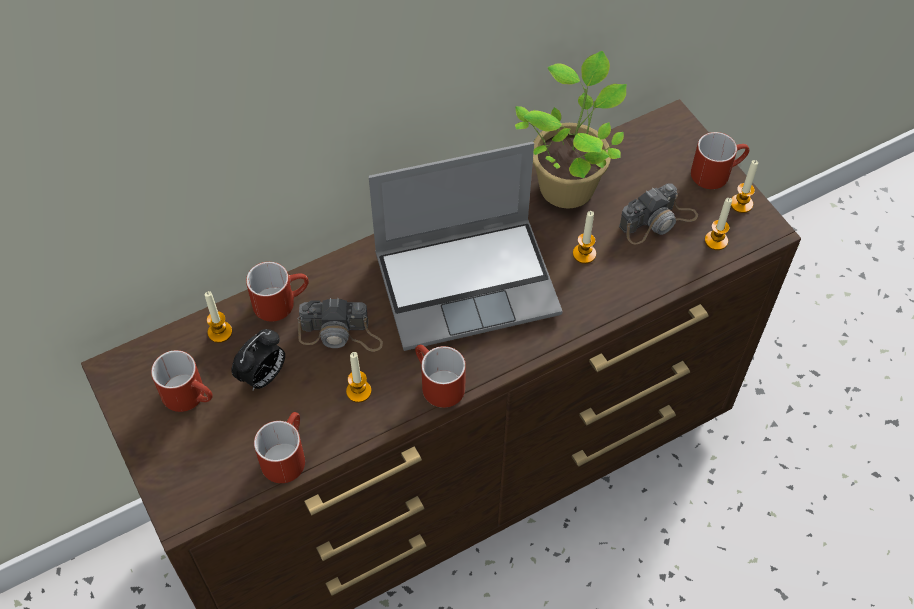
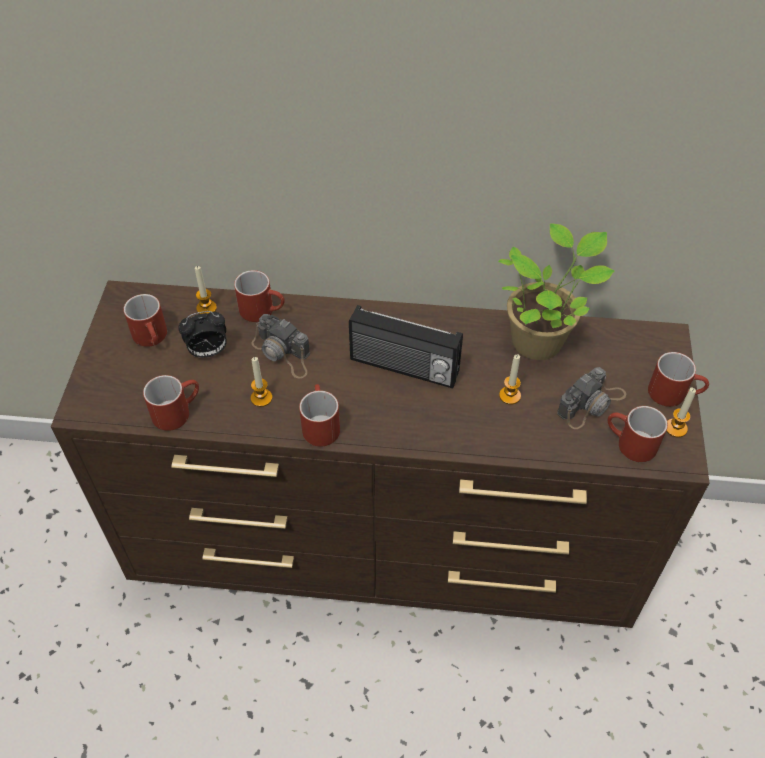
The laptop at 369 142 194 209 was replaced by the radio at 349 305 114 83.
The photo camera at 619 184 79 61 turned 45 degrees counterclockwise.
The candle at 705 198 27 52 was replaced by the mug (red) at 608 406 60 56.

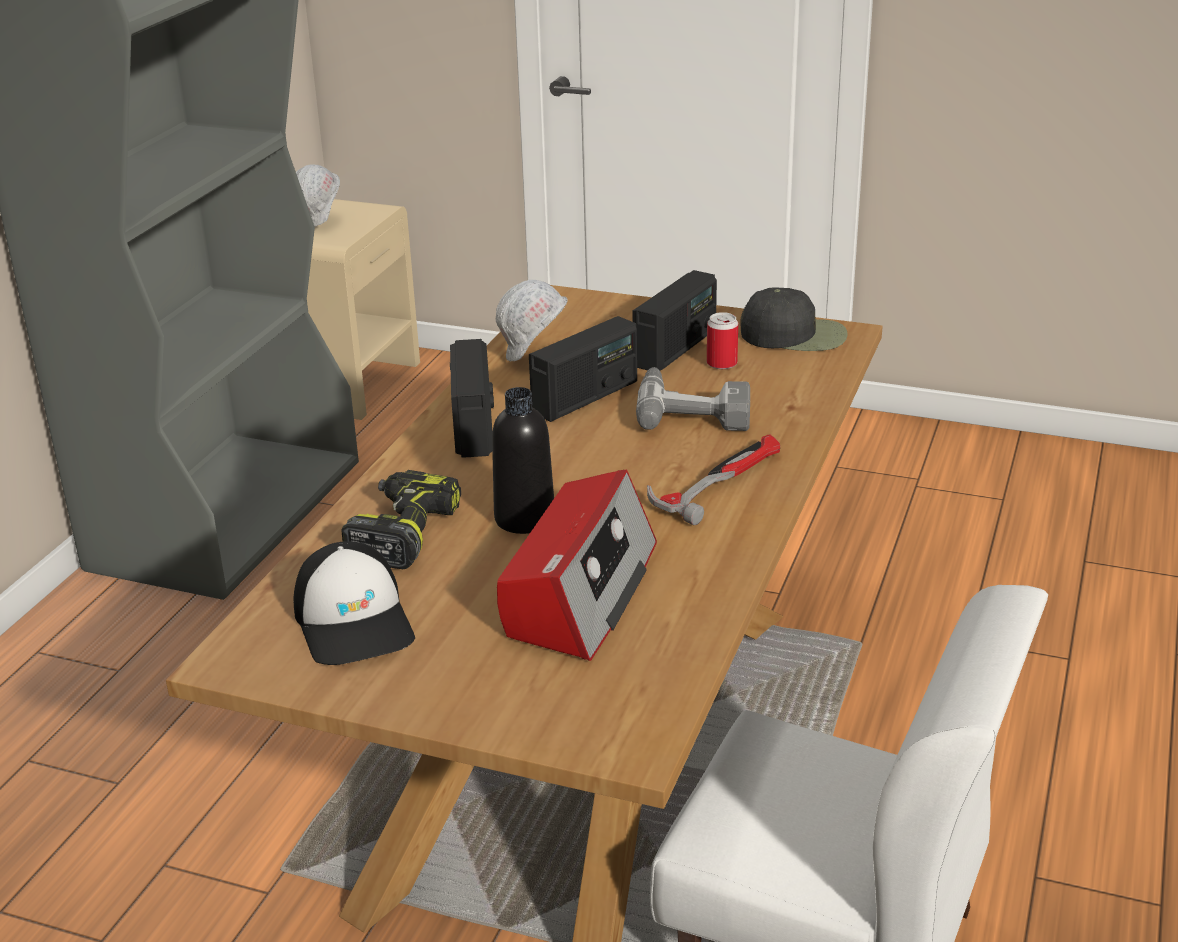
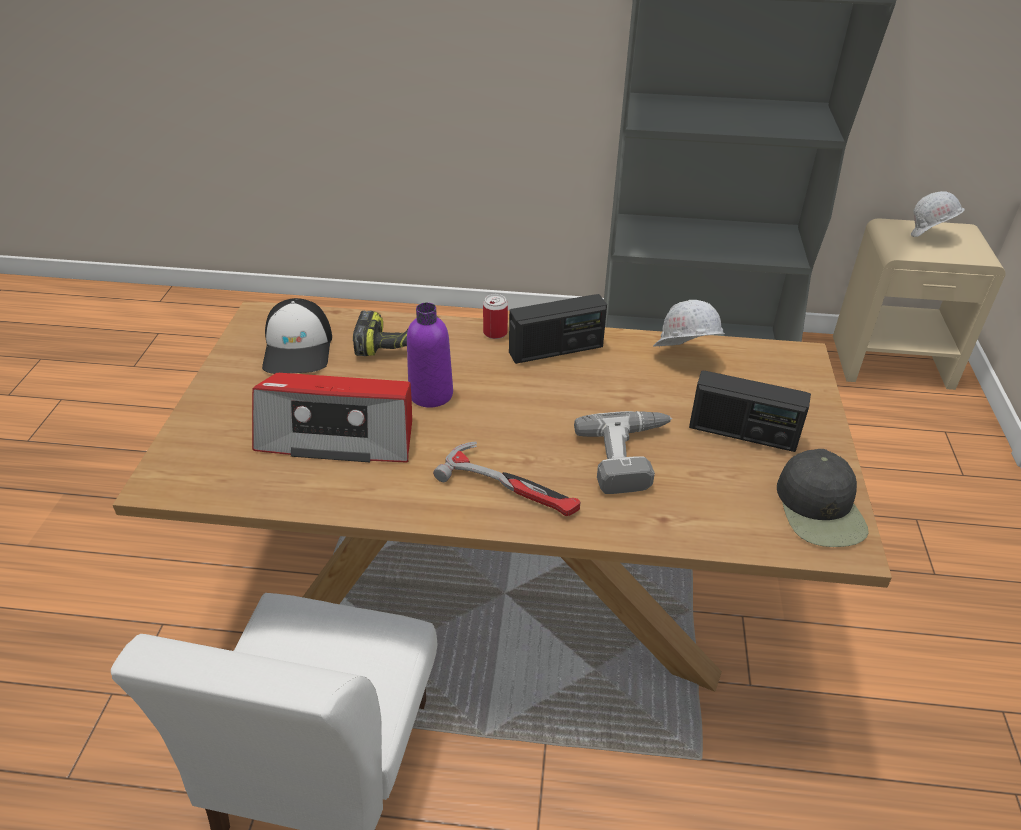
The can moved from 707 312 31 57 to 483 294 25 45.
The radio at 529 316 108 106 disappeared.
The bottle (black) at 492 387 62 147 became the bottle (purple) at 407 303 46 105.
The cap at 294 541 121 124 turned 60 degrees counterclockwise.

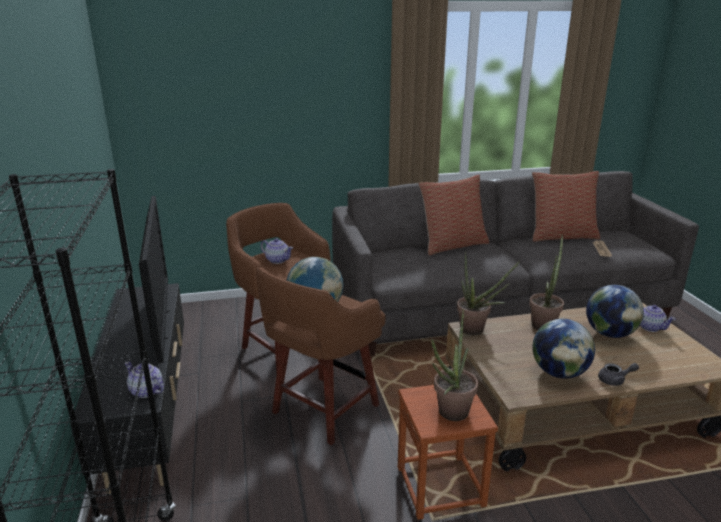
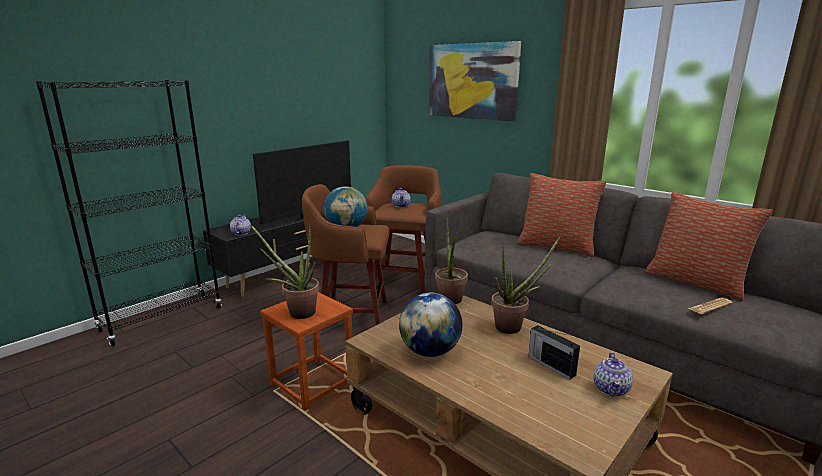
The globe at 586 285 58 53 was replaced by the radio at 528 325 52 55.
The teapot (grey) at 598 363 41 23 disappeared.
The picture at 429 41 92 80 appeared.

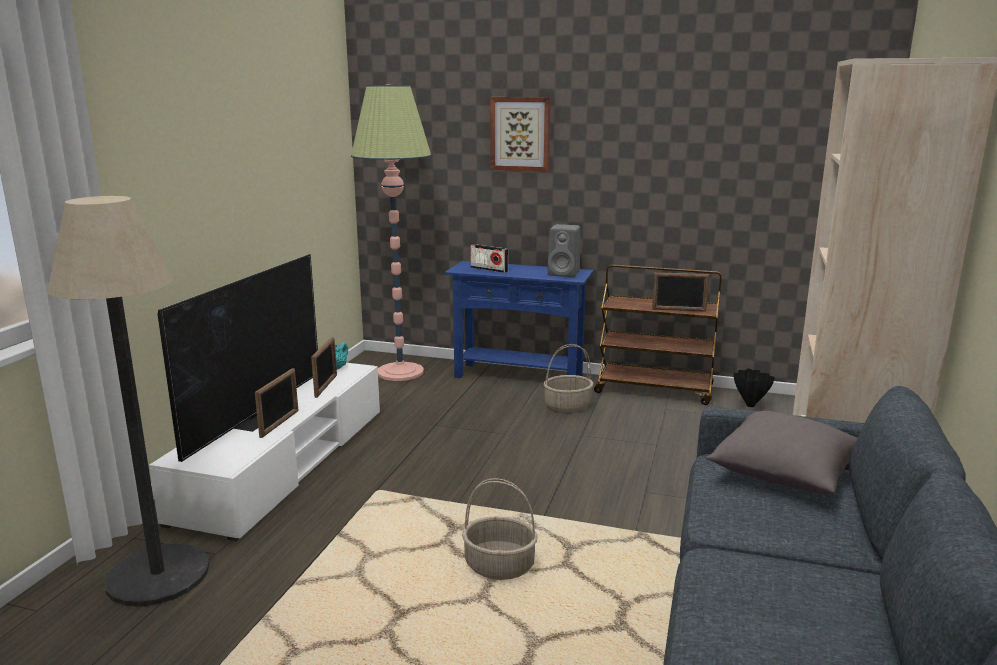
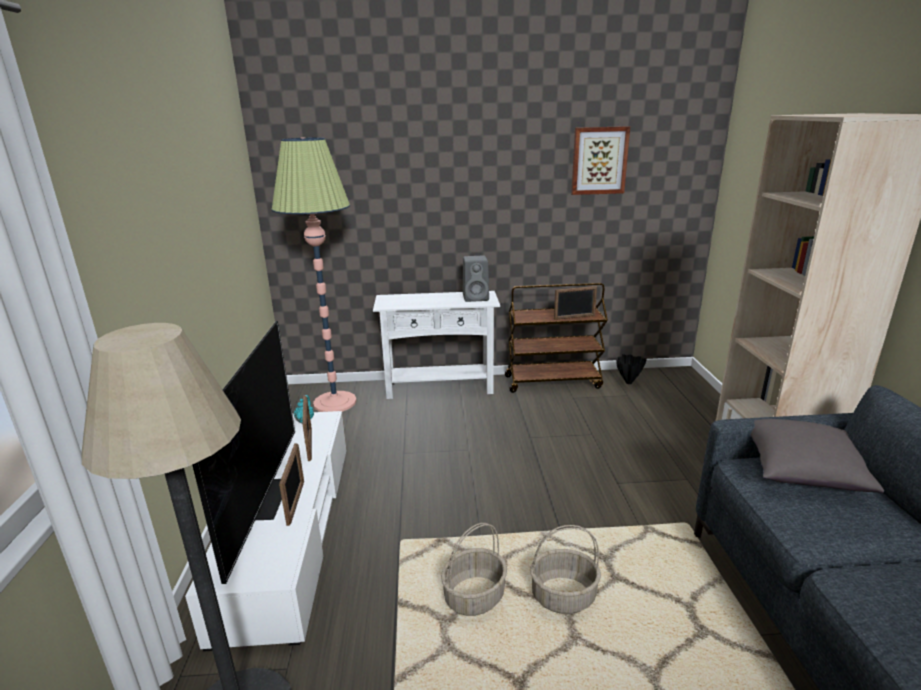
The picture moved from 490 97 60 75 to 571 126 59 69.
The radio at 470 244 38 29 disappeared.
The console table (blue) at 445 261 149 117 became the console table (white) at 373 291 127 108.
The basket moved from 543 344 50 68 to 441 523 66 93.

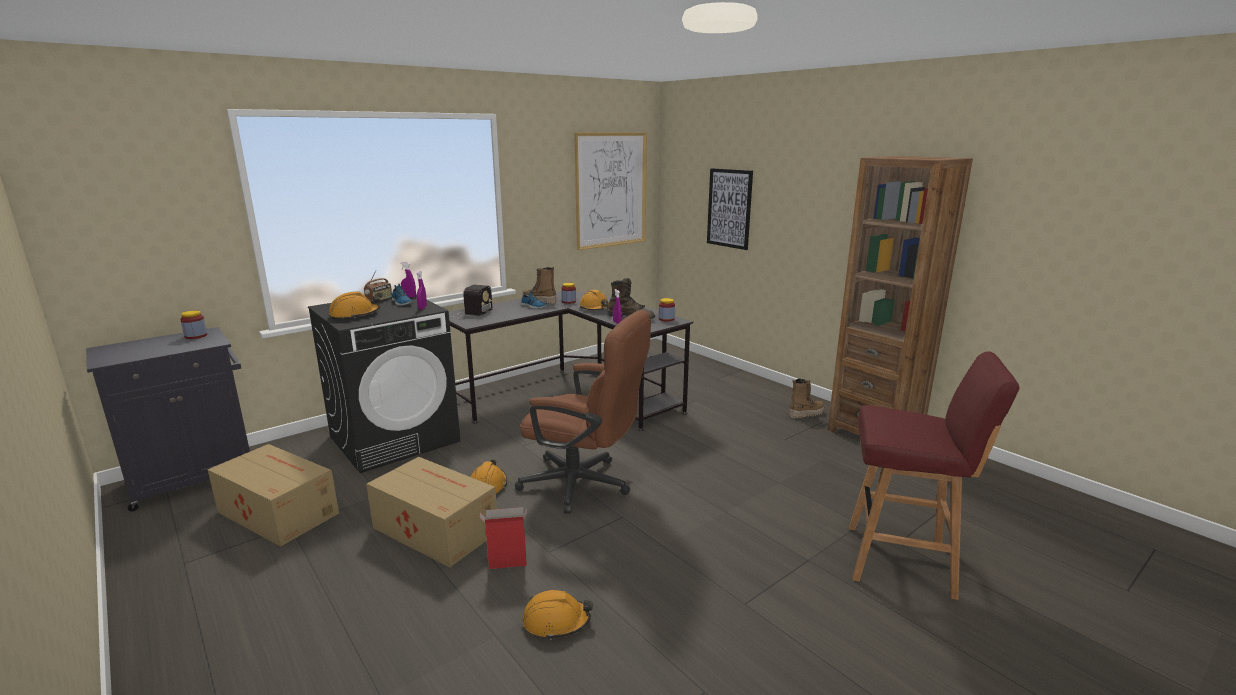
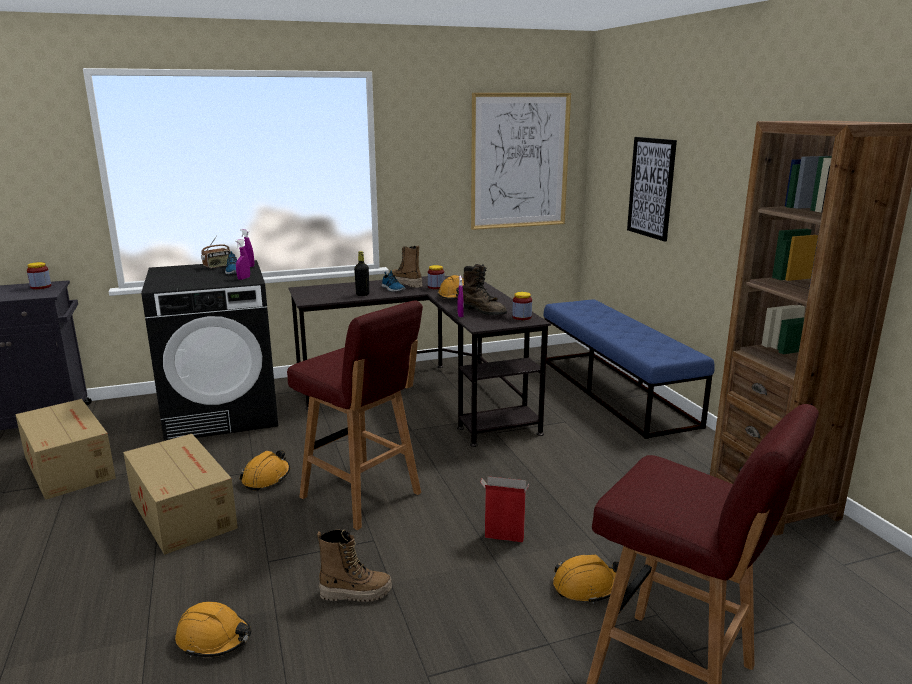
The radio at 450 285 43 35 disappeared.
The hard hat (orange) moved from 329 291 51 29 to 553 555 66 49.
The office chair (brown) at 515 310 136 204 was replaced by the stool (red) at 287 300 136 230.
The boot moved from 789 378 36 41 to 317 529 75 73.
The cardboard box moved from 480 507 47 62 to 480 476 49 66.
The bottle (black) at 354 251 15 45 appeared.
The bench (blue) at 543 299 172 140 appeared.

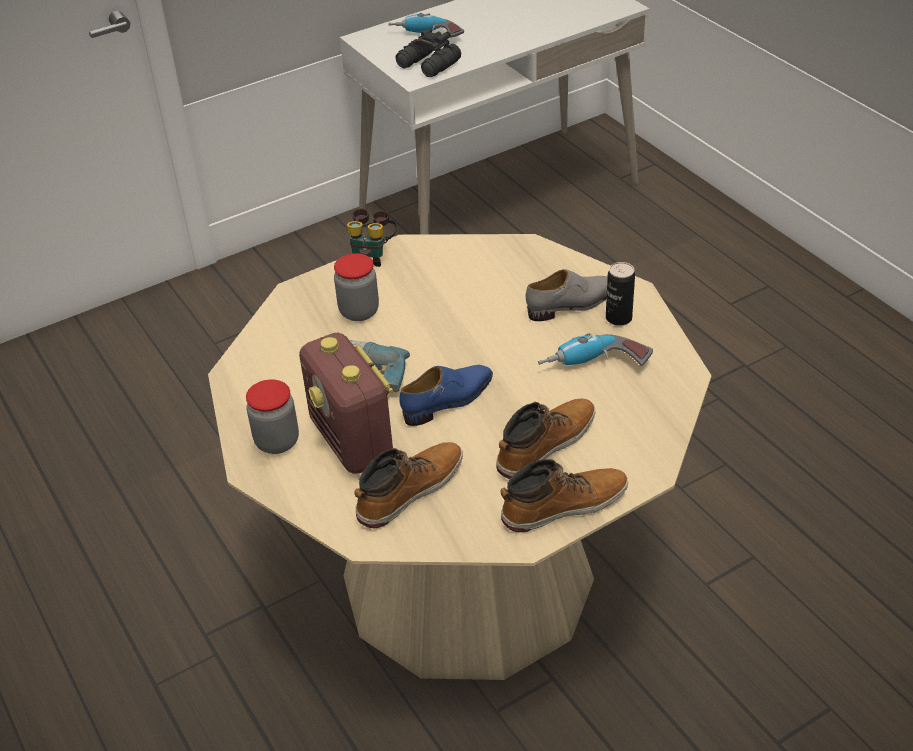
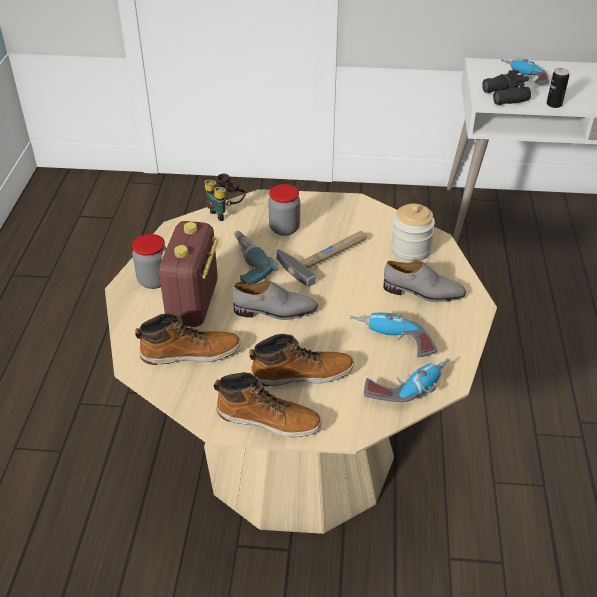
The binoculars moved from 347 208 50 59 to 204 173 42 48.
The can moved from 606 262 29 64 to 547 68 23 40.
The shoe (blue) at 399 365 94 61 became the shoe (grey) at 232 281 86 39.
The jar at 391 204 44 58 appeared.
The hammer at 276 231 91 56 appeared.
The power drill at 364 358 86 44 appeared.

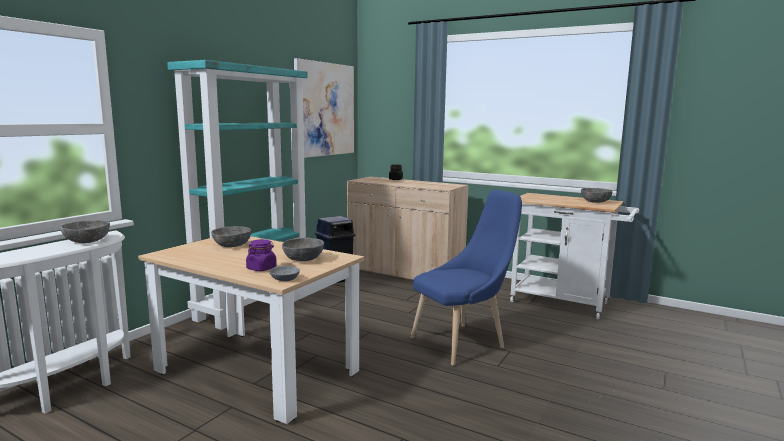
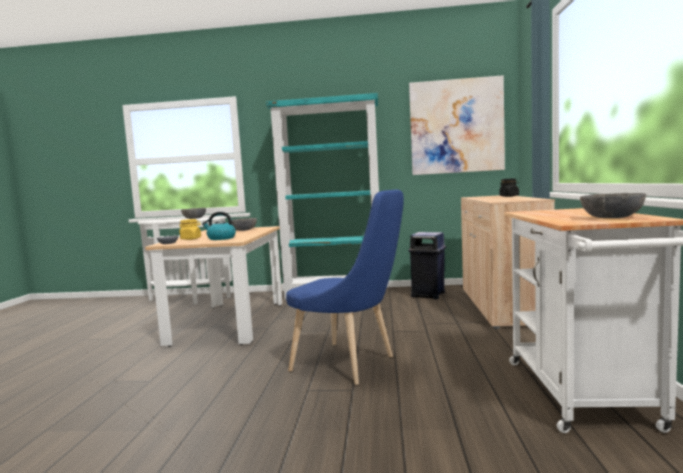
The bowl (grey) at 282 238 42 23 was replaced by the kettle at 202 212 34 28.
The jar (purple) at 246 239 31 32 became the jar (yellow) at 179 219 22 21.

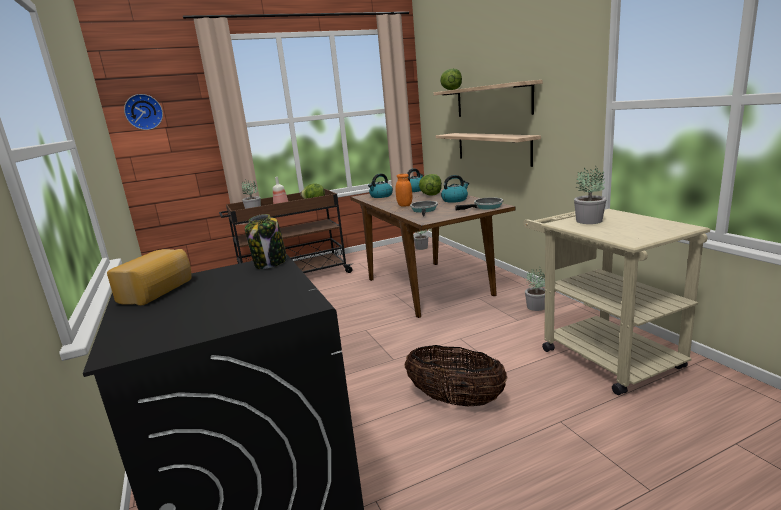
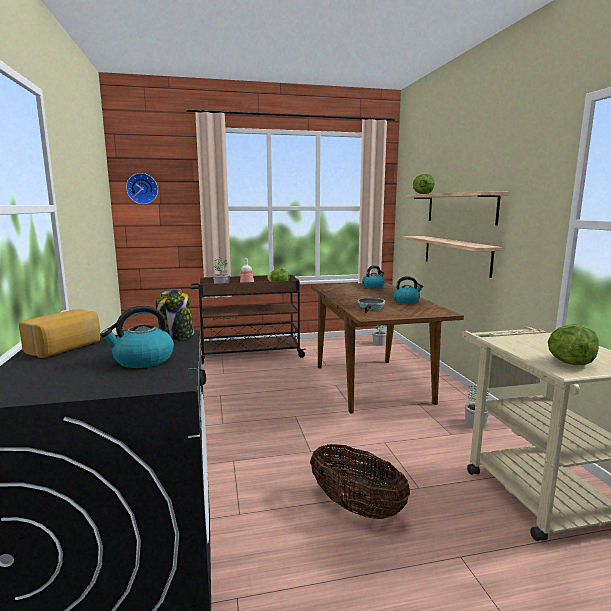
The potted plant at 574 167 33 57 disappeared.
The kettle moved from 368 174 25 24 to 100 306 74 62.
The jar (orange) at 396 174 16 33 disappeared.
The lettuce moved from 419 174 23 22 to 548 324 51 41.
The frying pan at 455 197 48 13 disappeared.

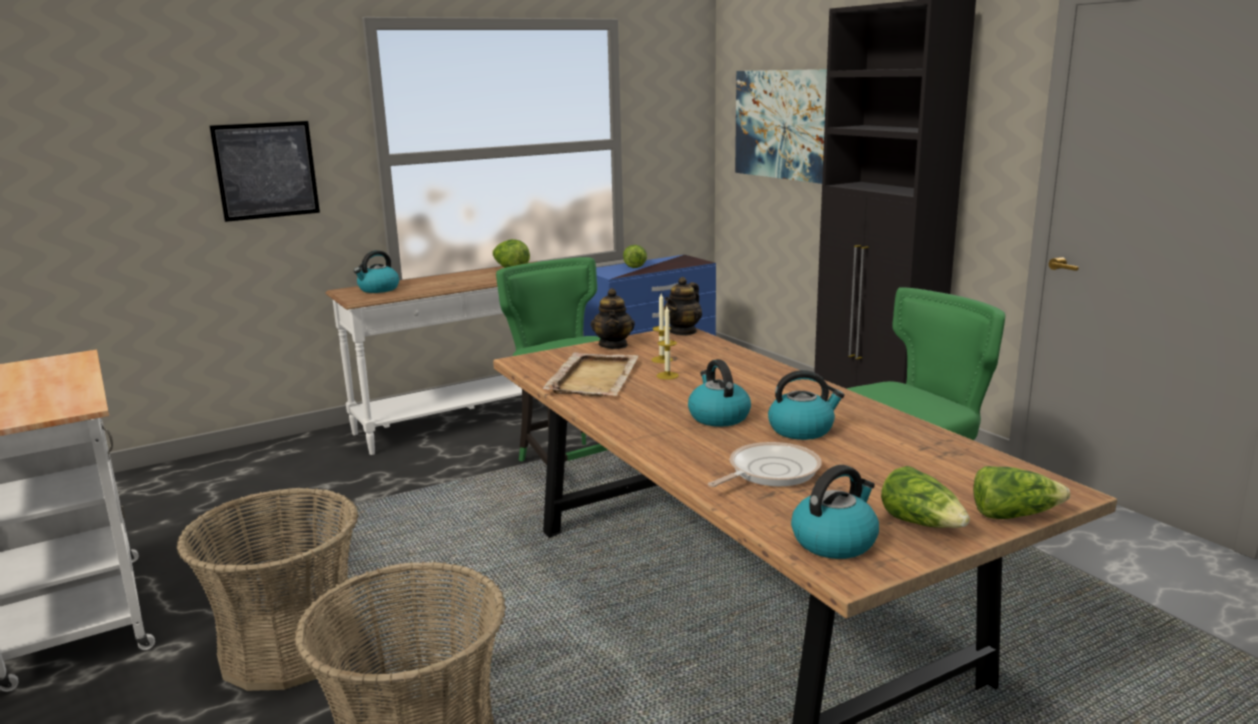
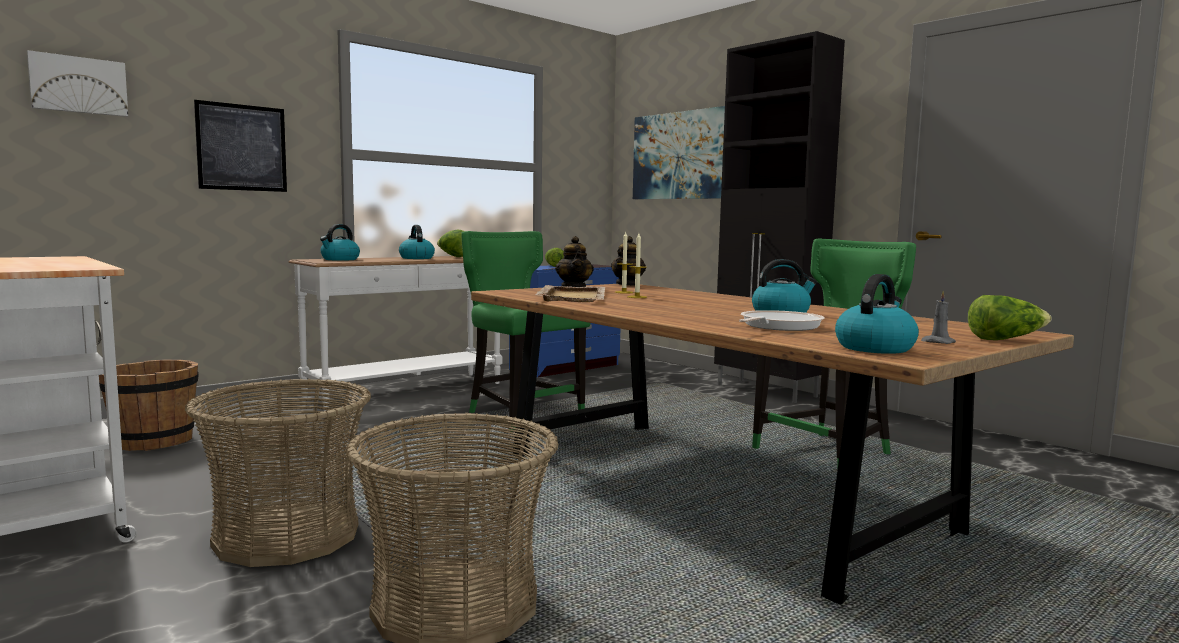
The kettle moved from 688 359 63 68 to 399 225 36 34.
The lettuce at 881 466 89 62 was replaced by the candle (grey) at 921 291 35 53.
The picture at 27 50 101 67 appeared.
The bucket (brown) at 99 359 100 92 appeared.

